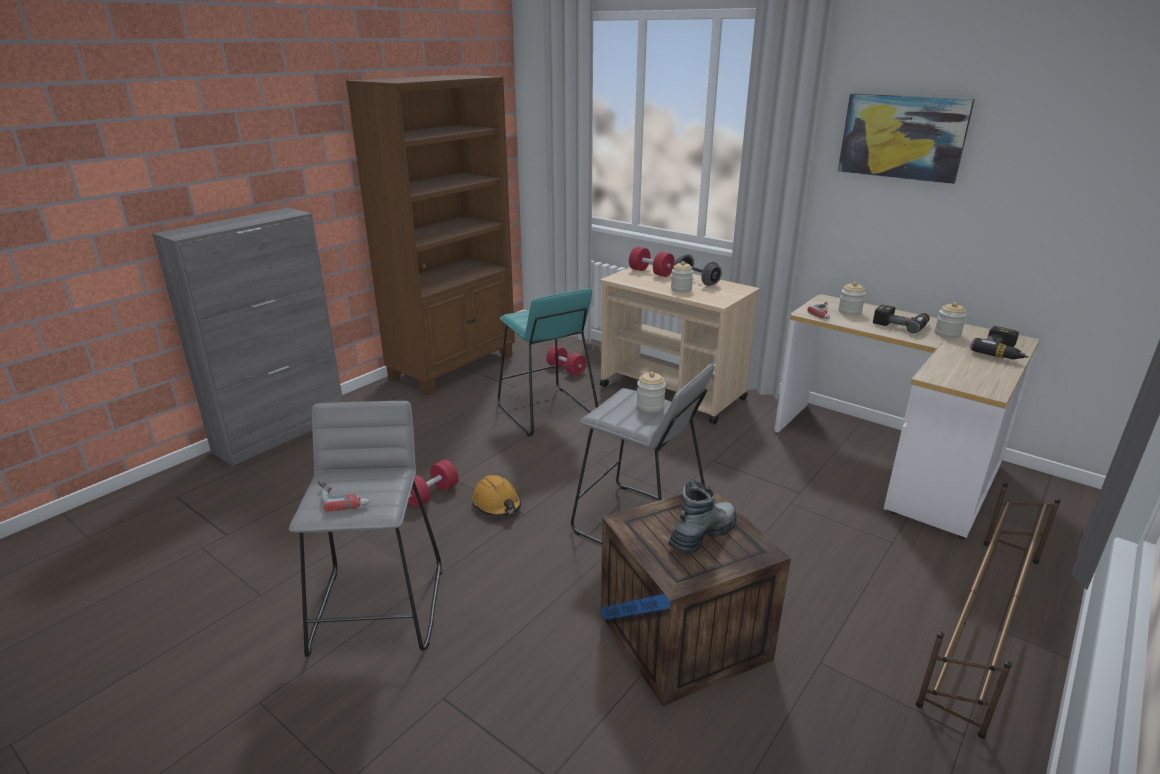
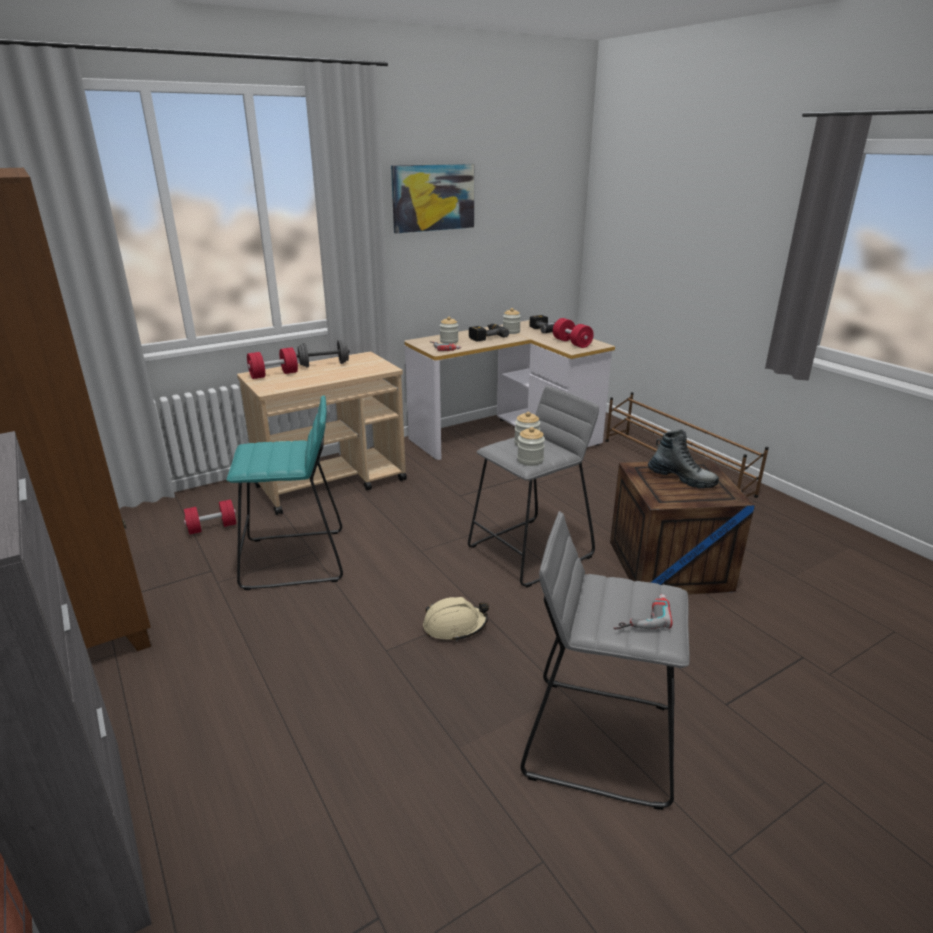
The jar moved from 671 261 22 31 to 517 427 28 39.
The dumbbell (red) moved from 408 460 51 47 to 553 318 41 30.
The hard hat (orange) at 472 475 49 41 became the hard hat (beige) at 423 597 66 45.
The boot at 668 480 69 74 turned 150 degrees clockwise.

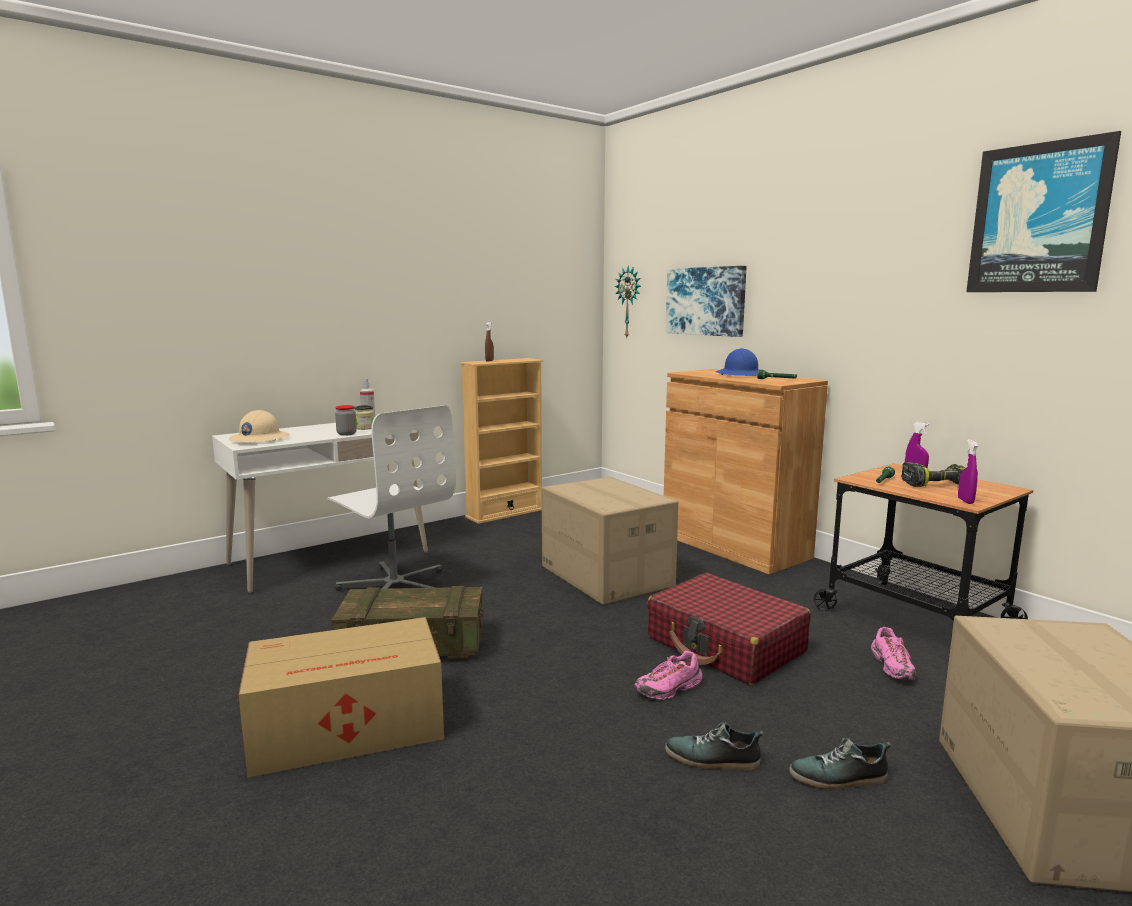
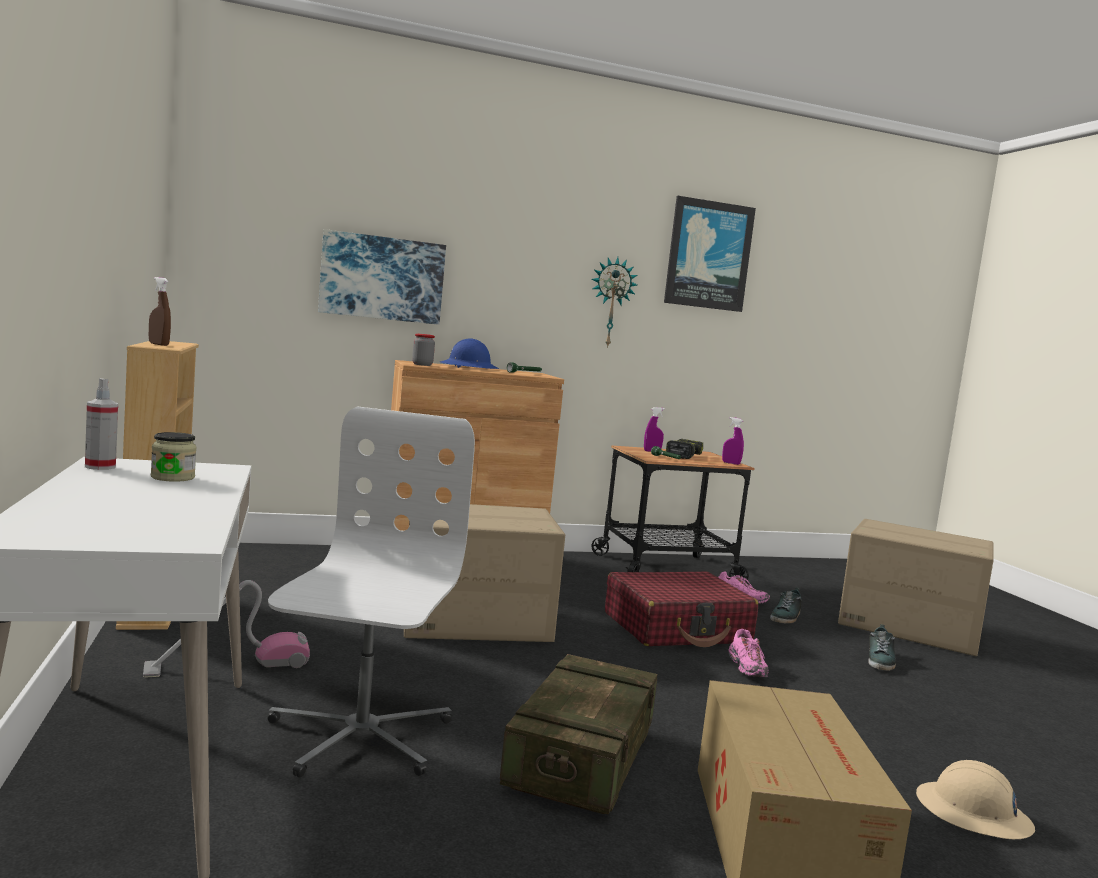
The wall clock moved from 615 266 26 73 to 591 257 46 91.
The office chair (white) at 327 405 129 186 turned 60 degrees counterclockwise.
The jar moved from 335 405 22 31 to 412 334 23 32.
The hard hat (beige) moved from 229 410 61 32 to 916 760 119 79.
The shoe moved from 665 722 98 49 to 770 588 32 35.
The vacuum cleaner at 143 580 167 98 appeared.

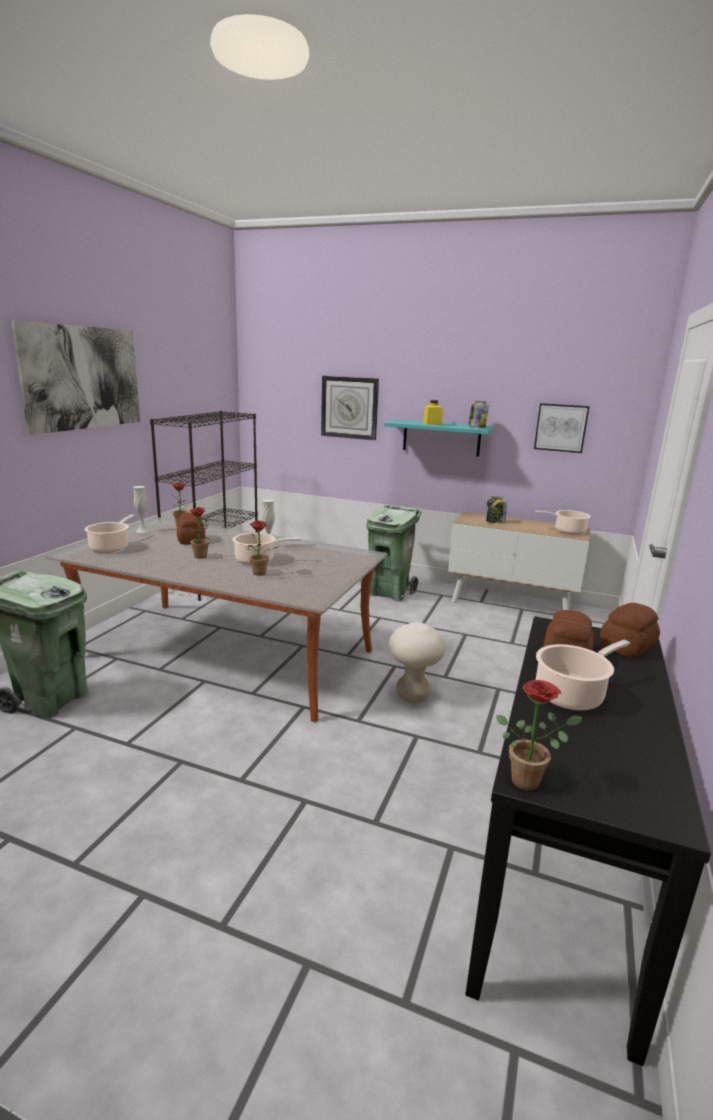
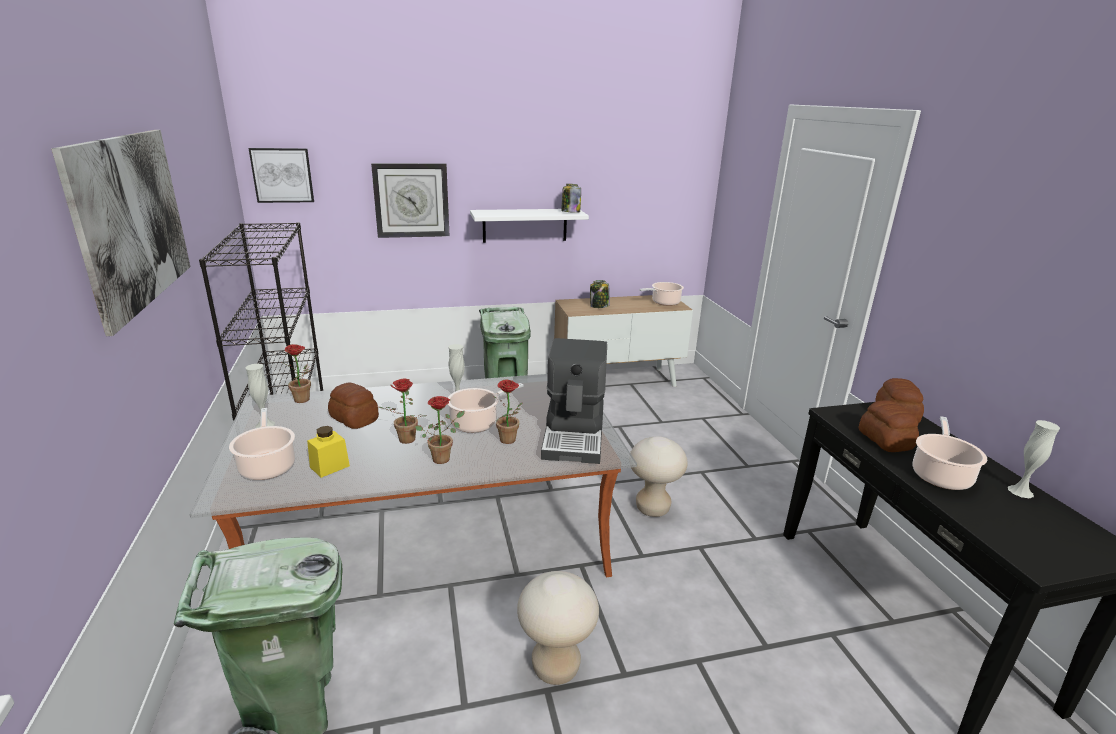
The jar (yellow) moved from 423 400 20 25 to 307 426 43 52.
The picture moved from 534 403 55 50 to 248 148 66 55.
The shelf (turquoise) at 384 420 110 37 became the shelf (white) at 470 209 119 34.
The potted plant moved from 496 680 86 111 to 415 396 50 68.
The coffee machine at 541 338 66 126 appeared.
The vase (white) at 1008 420 52 78 appeared.
The stool (beige) at 517 571 82 114 appeared.

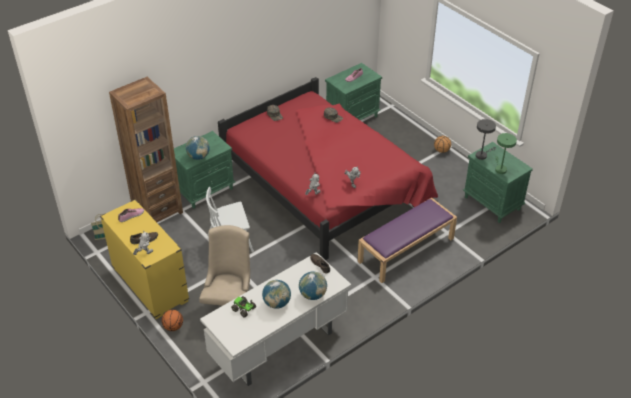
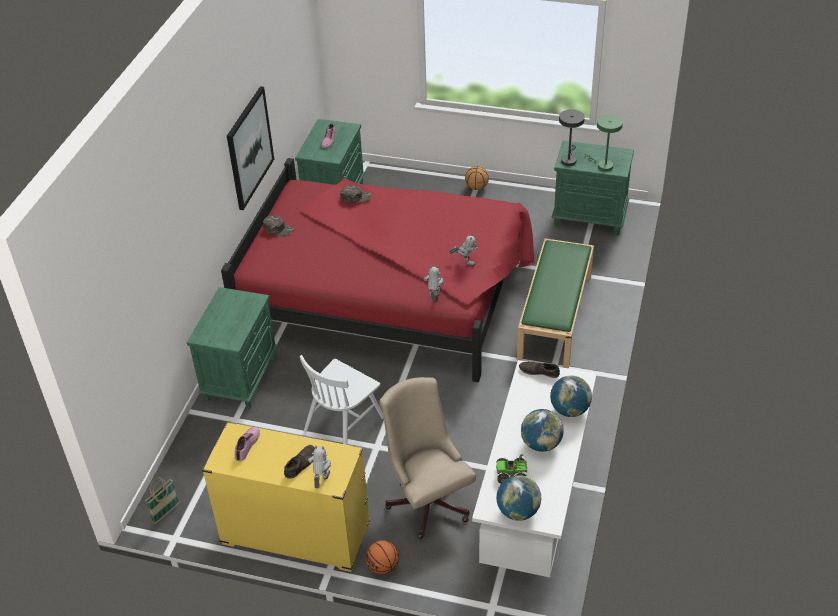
The bookcase (brown) at 109 77 74 145 disappeared.
The globe moved from 186 136 24 24 to 496 475 45 46.
The bench (purple) at 358 198 99 85 became the bench (green) at 517 238 77 130.
The picture at 227 86 47 124 appeared.

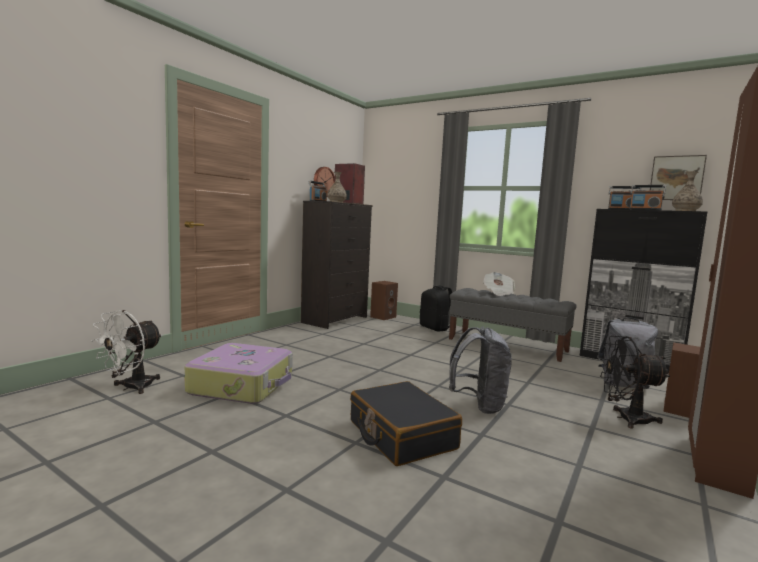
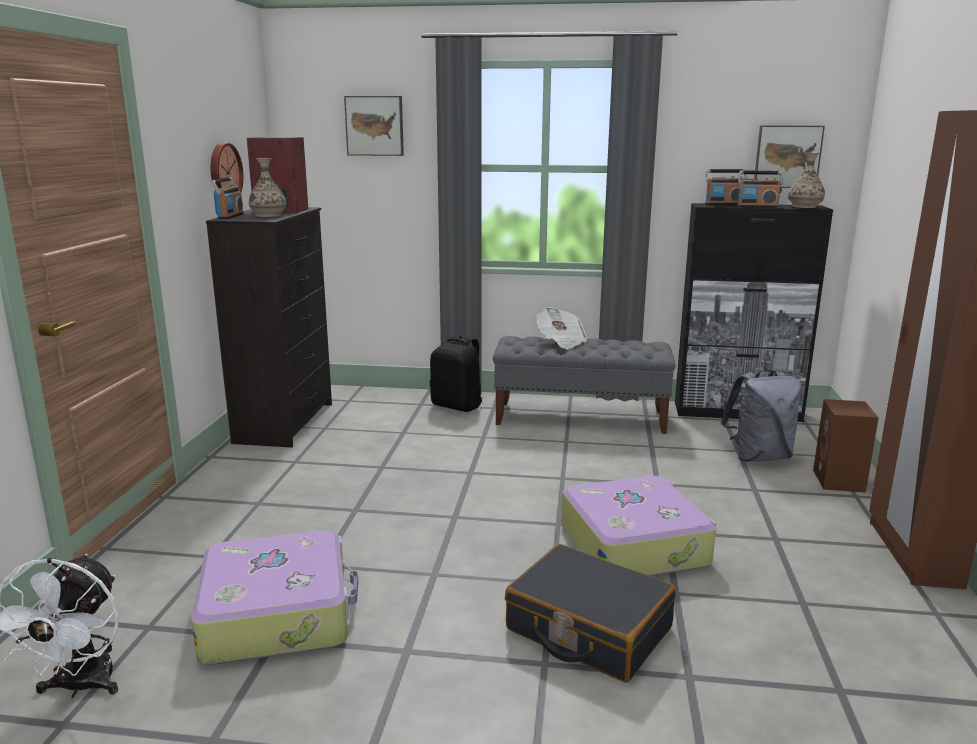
The speaker (brown) at 370 281 28 39 disappeared.
The backpack (grey) at 449 326 63 88 was replaced by the suitcase at 561 476 155 100.
The fan (black) at 600 336 70 93 disappeared.
The picture at 344 96 60 60 appeared.

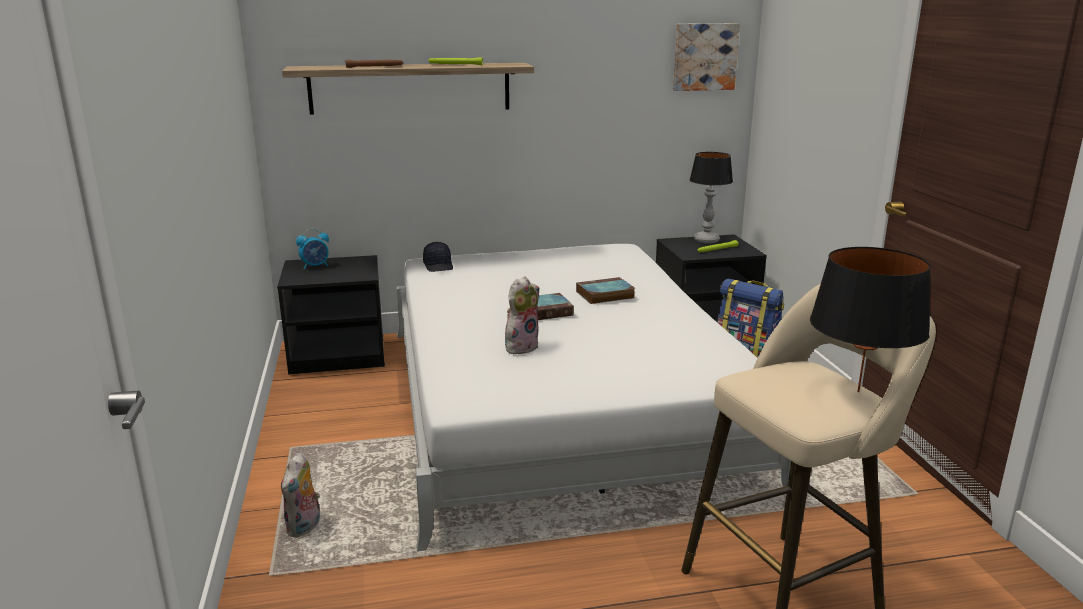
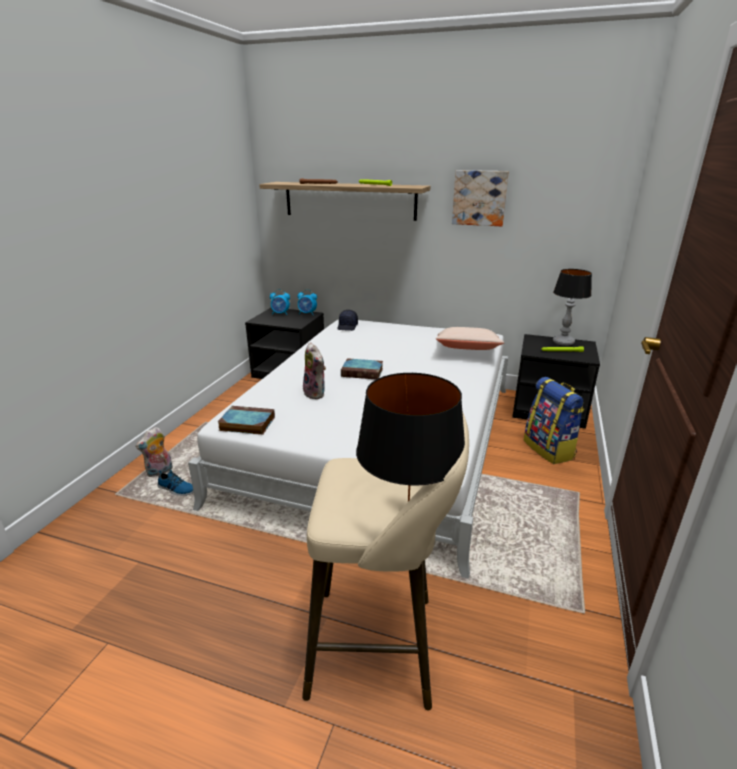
The picture moved from 673 23 67 68 to 452 170 57 56.
The plush toy at 505 276 35 78 turned 75 degrees clockwise.
The book moved from 576 277 59 27 to 218 406 57 29.
The alarm clock at 297 289 20 26 appeared.
The pillow (beige) at 436 327 69 23 appeared.
The shoe at 158 470 36 26 appeared.

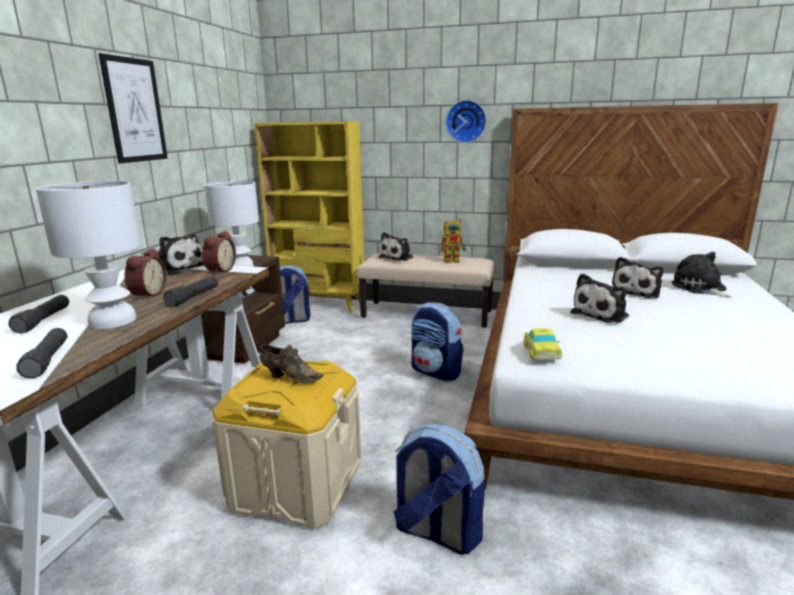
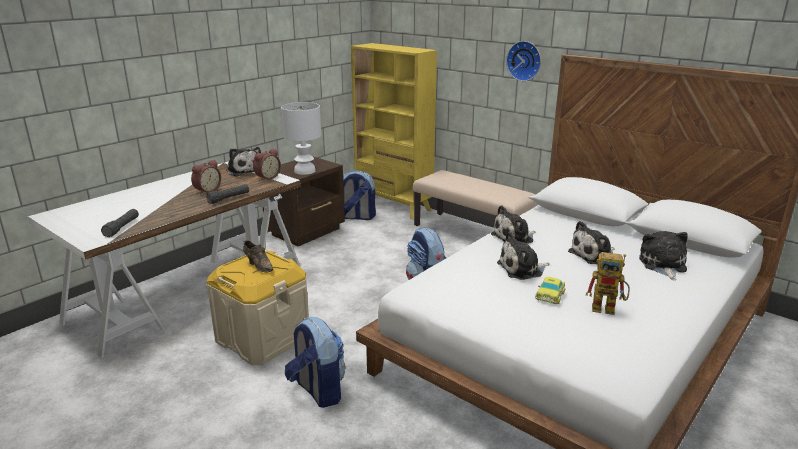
The picture at 98 53 70 110 disappeared.
The table lamp (white) at 36 181 105 148 disappeared.
The toy robot moved from 440 219 26 44 to 586 252 44 63.
The plush toy moved from 379 232 35 29 to 491 205 45 39.
The flashlight (black) at 8 295 61 38 disappeared.
The toy car moved from 523 328 39 31 to 535 277 30 27.

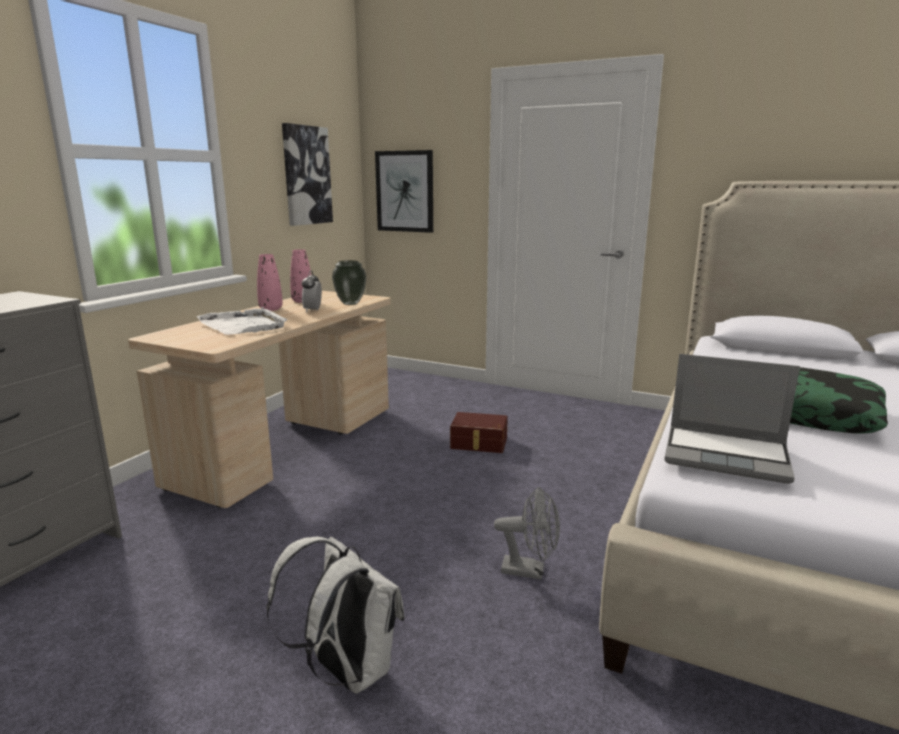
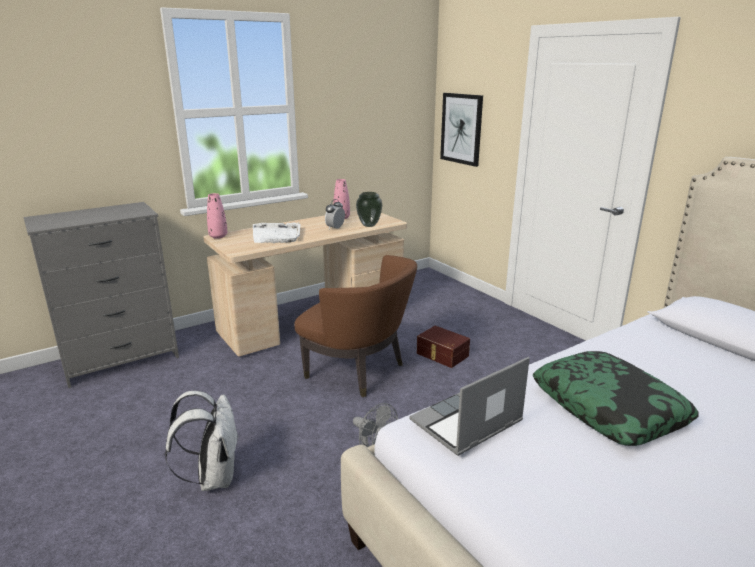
The picture at 282 123 51 103 disappeared.
The vase (pink) moved from 257 254 26 57 to 207 193 20 45.
The laptop at 664 354 136 130 turned 90 degrees clockwise.
The armchair (brown) at 294 255 123 142 appeared.

